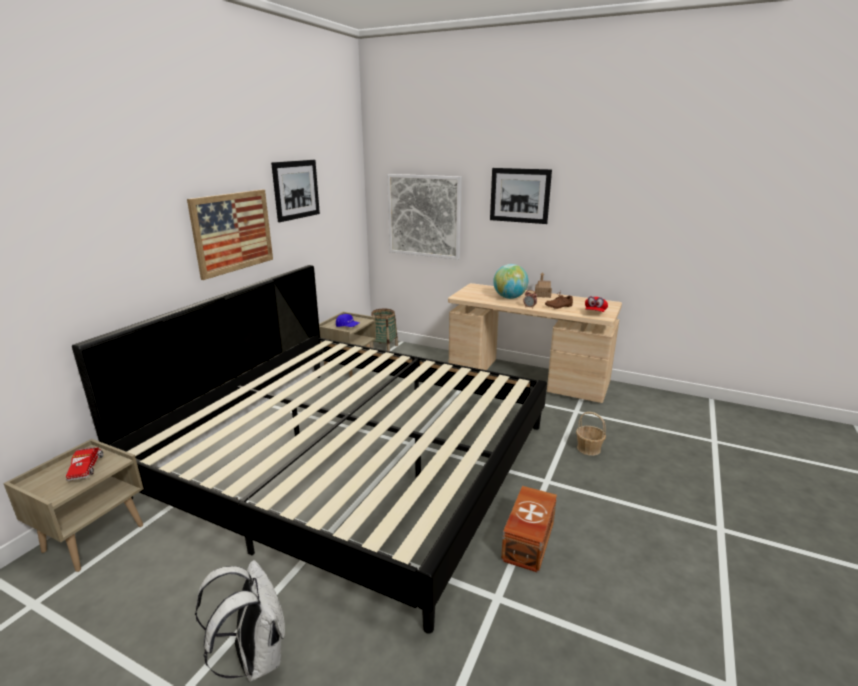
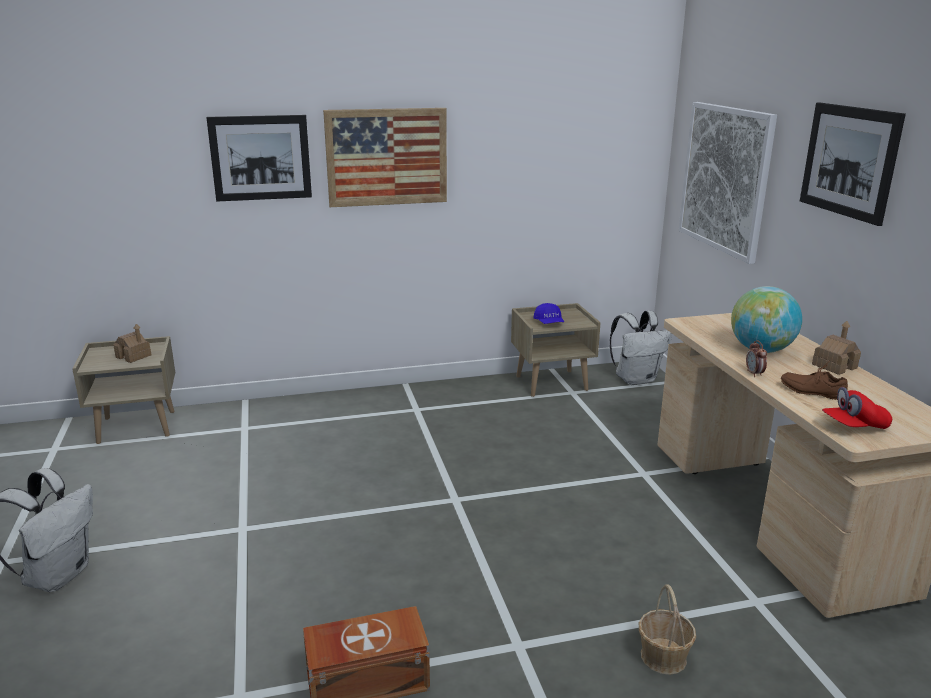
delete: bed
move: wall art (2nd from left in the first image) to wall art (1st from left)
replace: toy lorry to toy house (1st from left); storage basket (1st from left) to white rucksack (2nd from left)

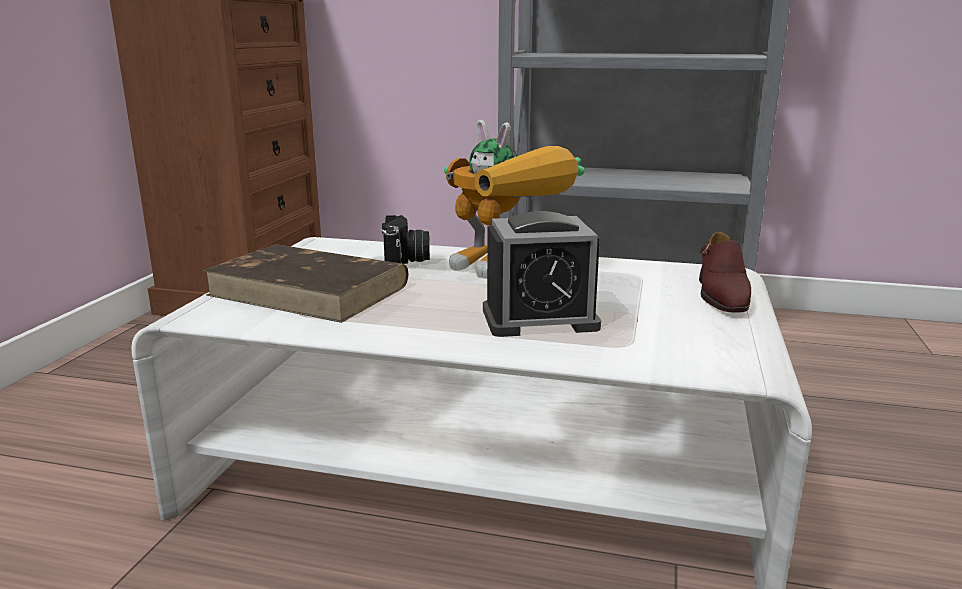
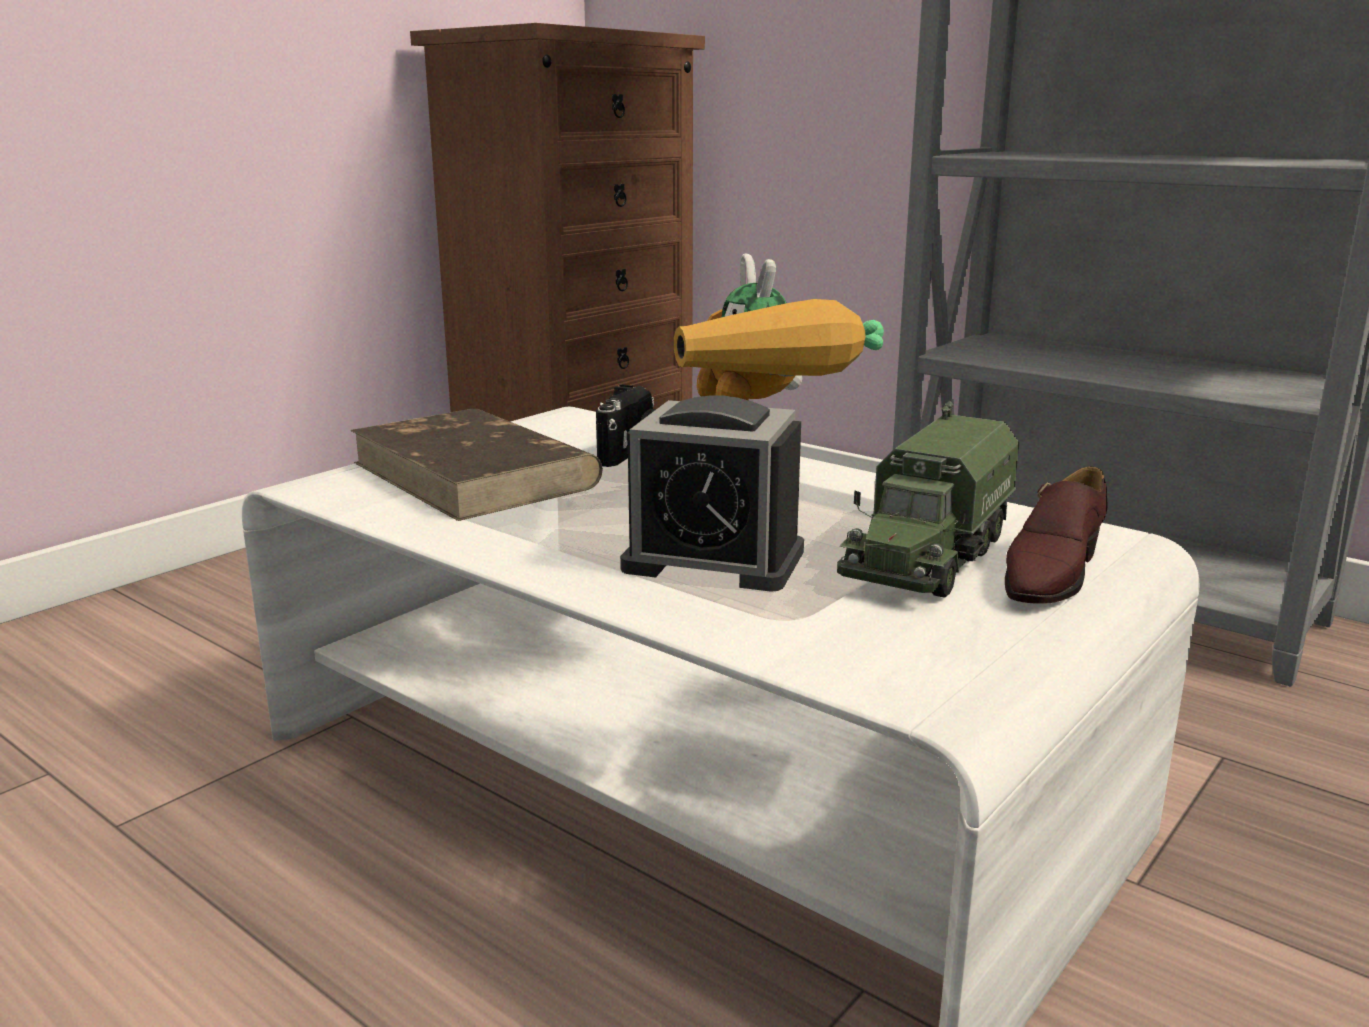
insert: toy lorry

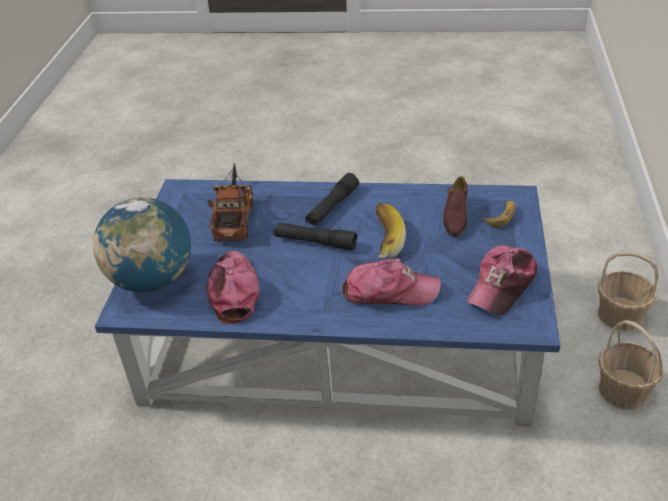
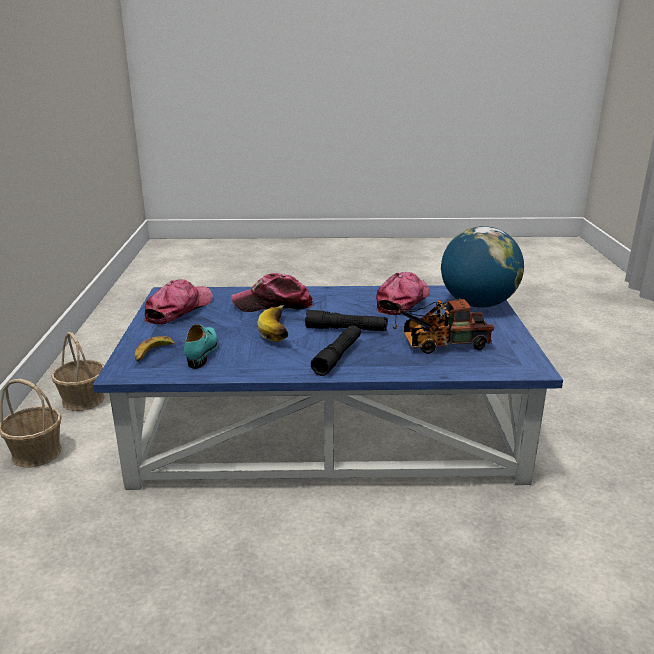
recolor: brownish shoe to turquoise-coloured shoe
rotate: peaked cap (1st from left in the first image) 135 degrees counterclockwise; toy lorry 90 degrees clockwise

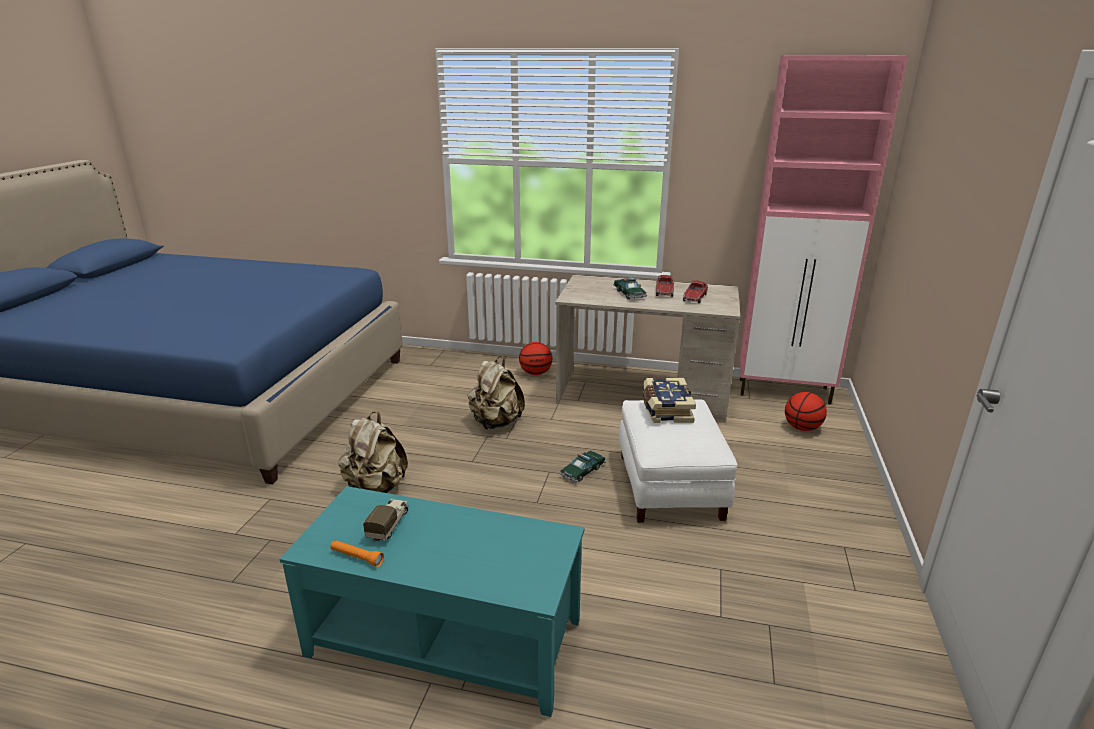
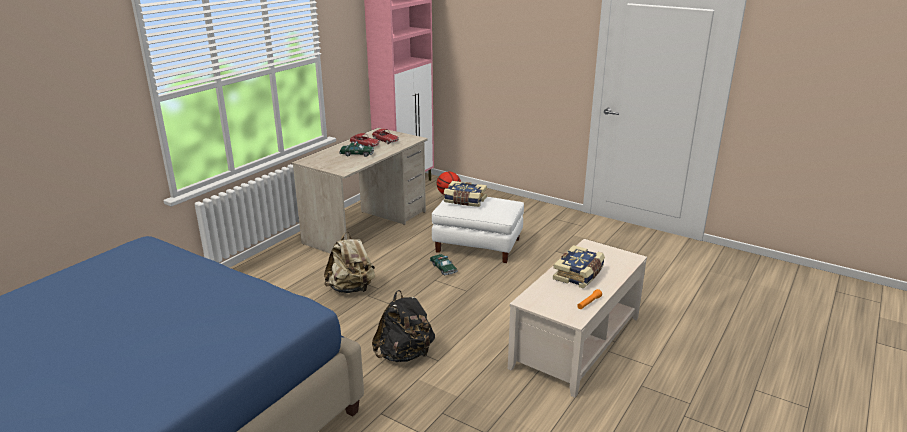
delete: toy lorry; basketball (1st from left)
insert: volume (2nd from left)
recolor: beige-coloured rucksack (1st from left) to black rucksack; turquoise-coloured low table to beige-coloured low table

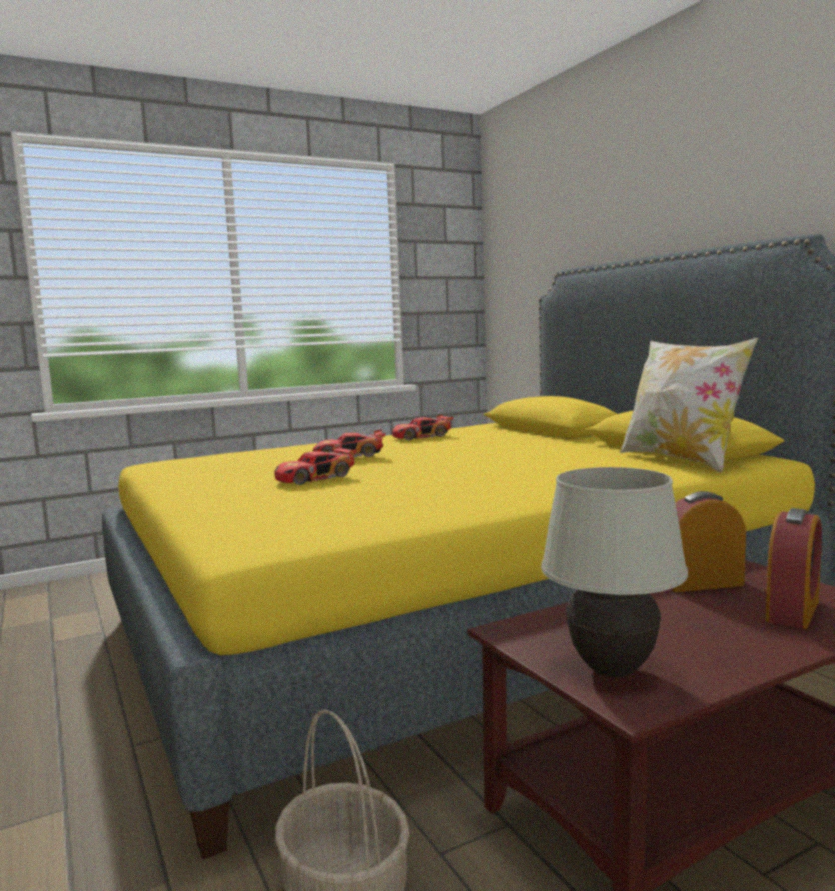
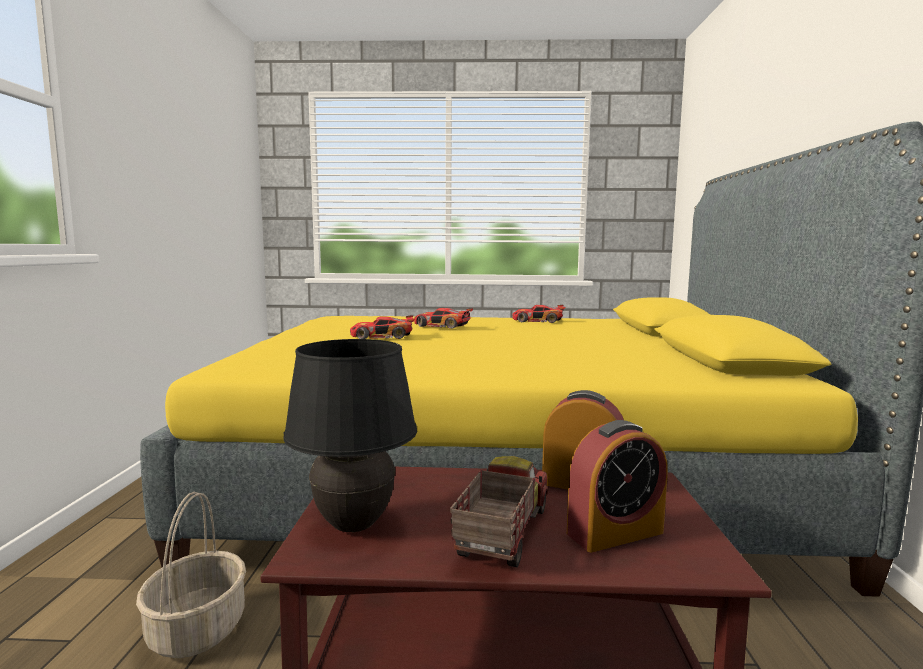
delete: throw pillow
insert: toy lorry
recolor: white table lamp to black table lamp

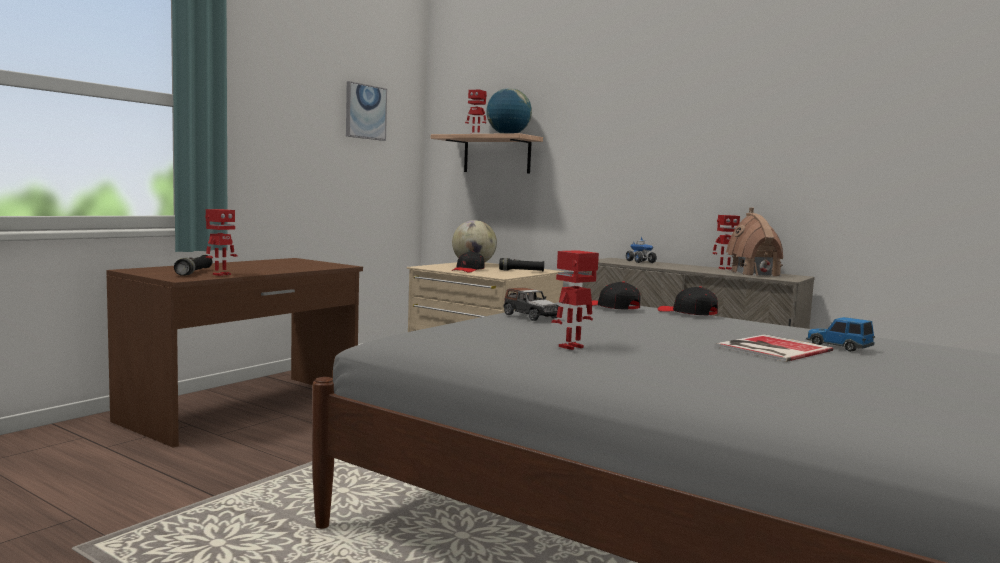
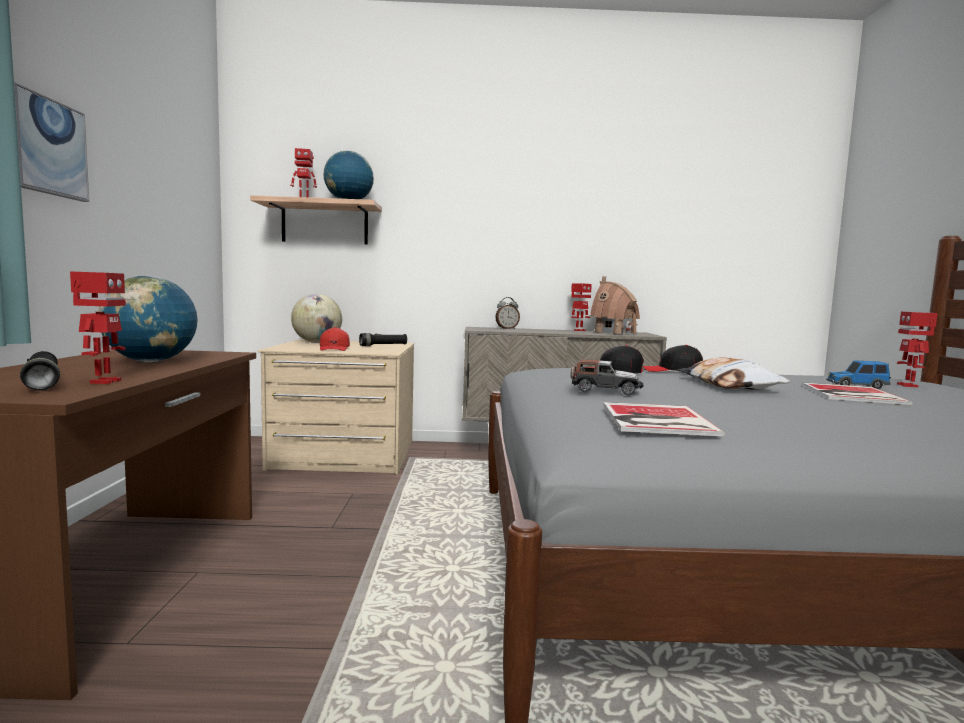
insert: world globe (1st from left); volume (1st from left); throw pillow
move: wall art; toy robot (3rd from left in the first image) to toy robot (4th from left)
replace: toy lorry to bedside clock
recolor: black peaked cap (1st from left) to red-coloured peaked cap

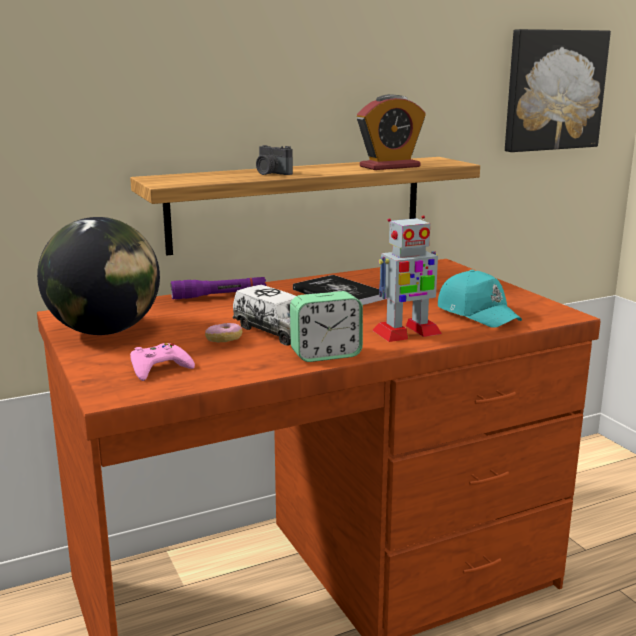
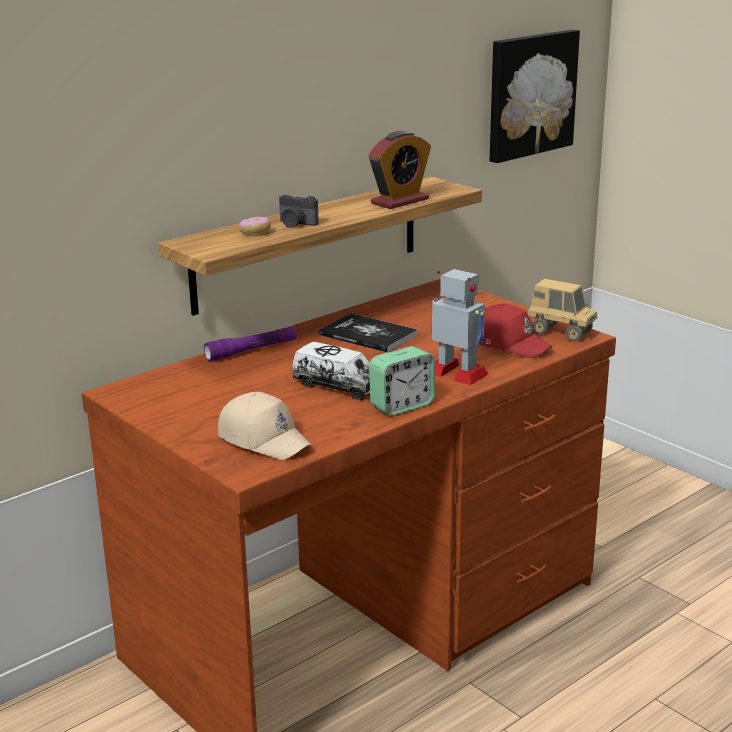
delete: world globe
insert: toy lorry (2nd from left)
move: ring doughnut
replace: pink gamepad to beige-coloured peaked cap
recolor: turquoise-coloured peaked cap to red-coloured peaked cap
rotate: toy robot 105 degrees counterclockwise

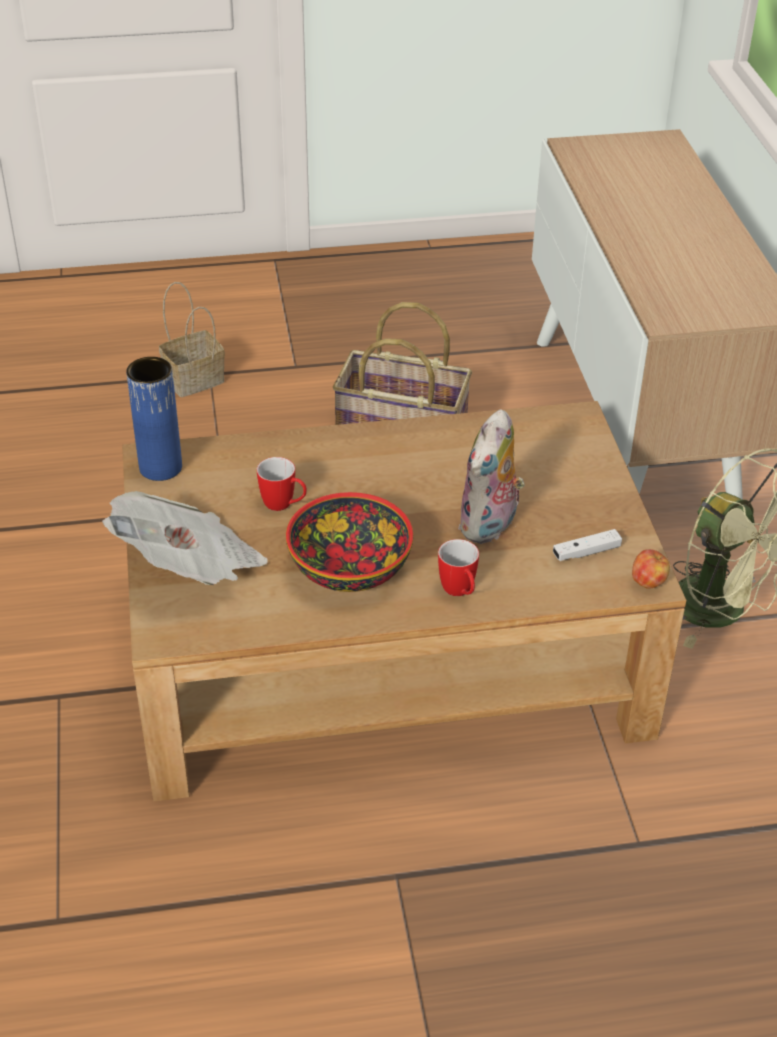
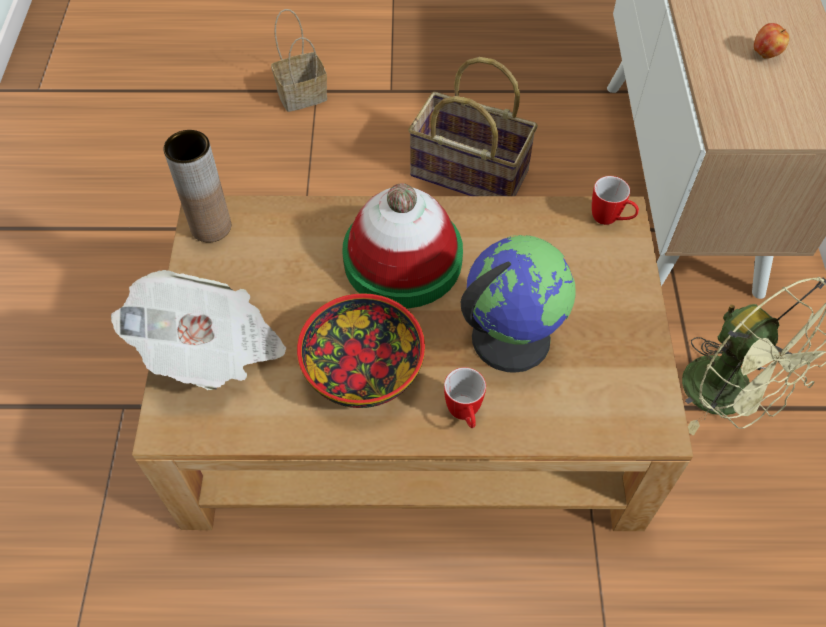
delete: white gamepad
insert: hat
move: mug (1st from left in the first image) to mug (2nd from left); apple fruit
replace: cuddly toy to world globe
recolor: blue vase to brownish vase

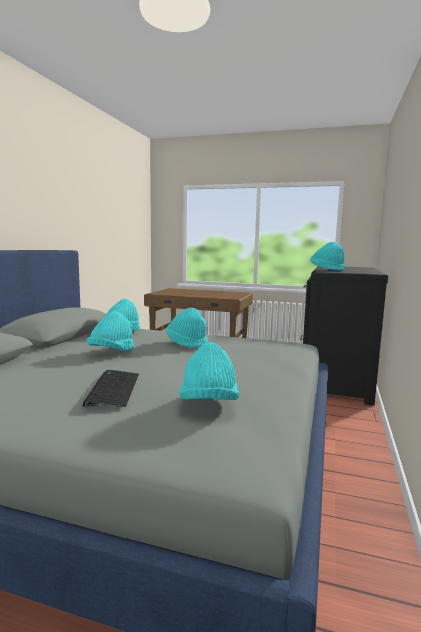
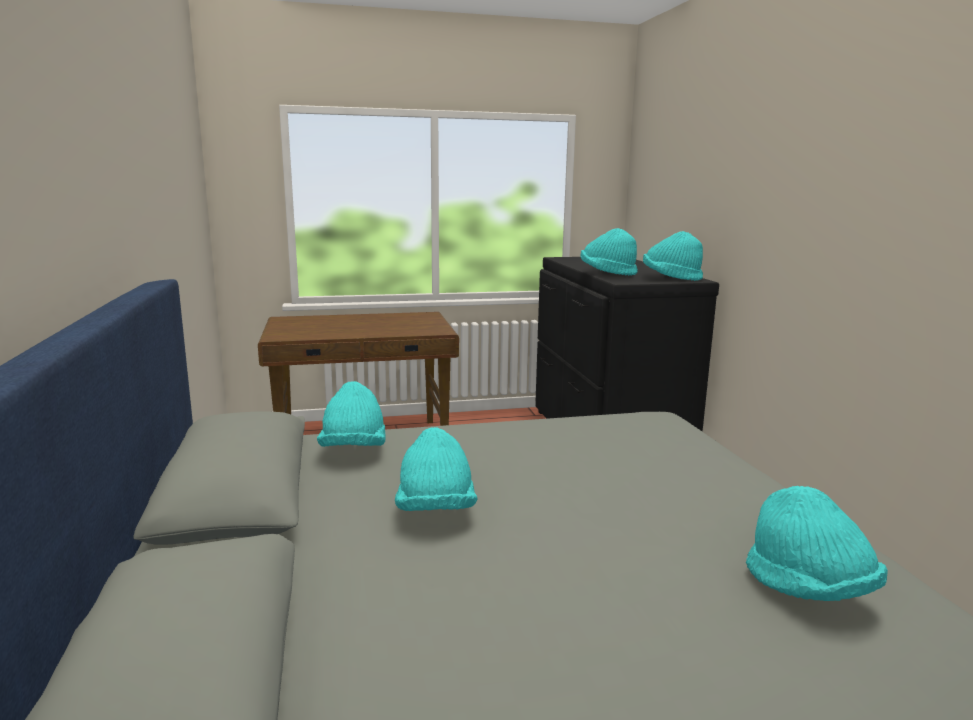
delete: computer keyboard
move: turquoise-coloured hat (3rd from left in the first image) to turquoise-coloured hat (4th from left)

